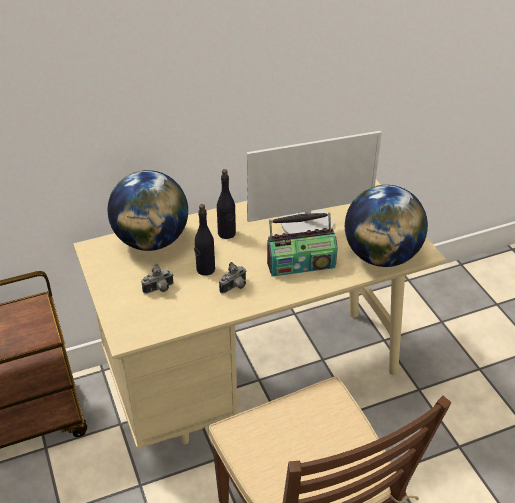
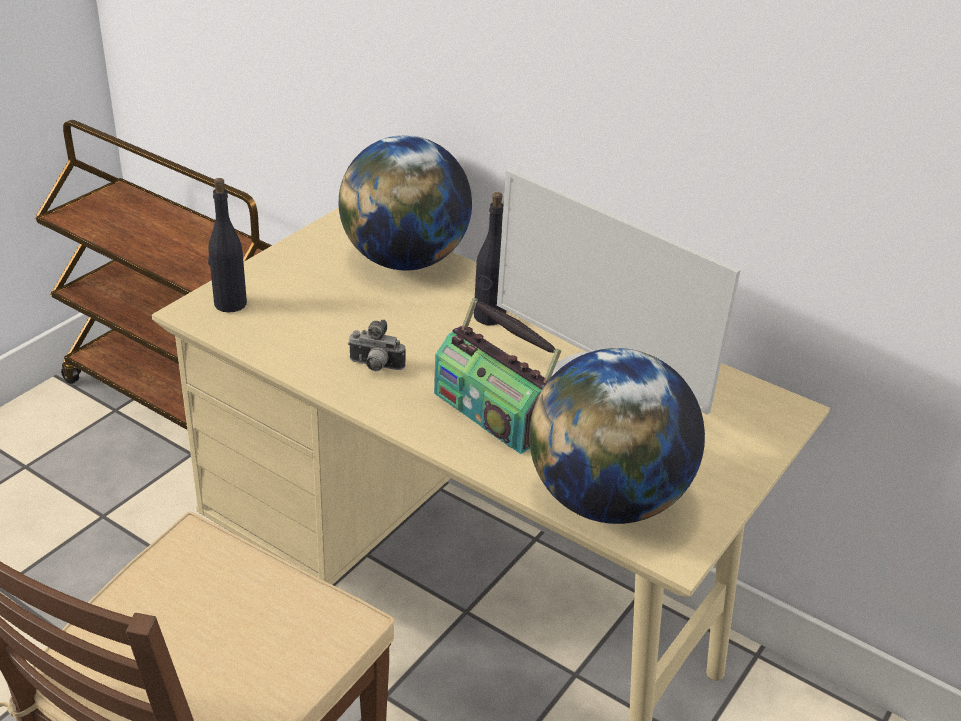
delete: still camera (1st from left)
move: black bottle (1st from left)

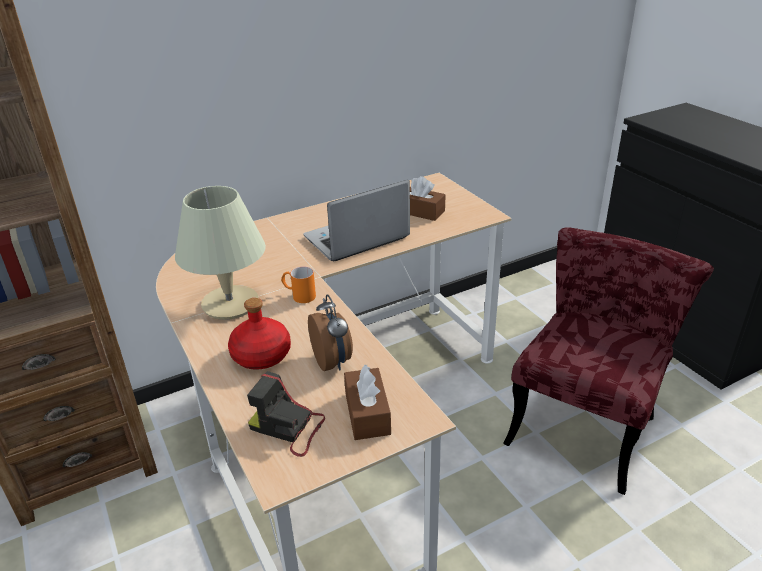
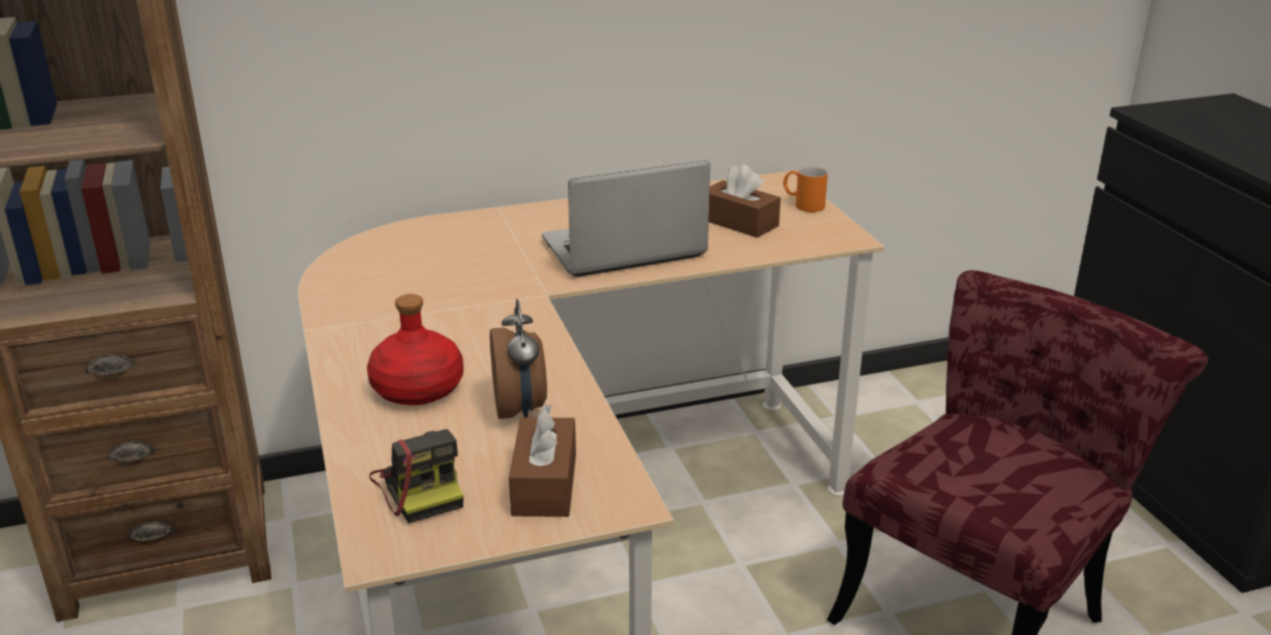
delete: beige-coloured table lamp
move: orange mug
rotate: still camera 150 degrees counterclockwise

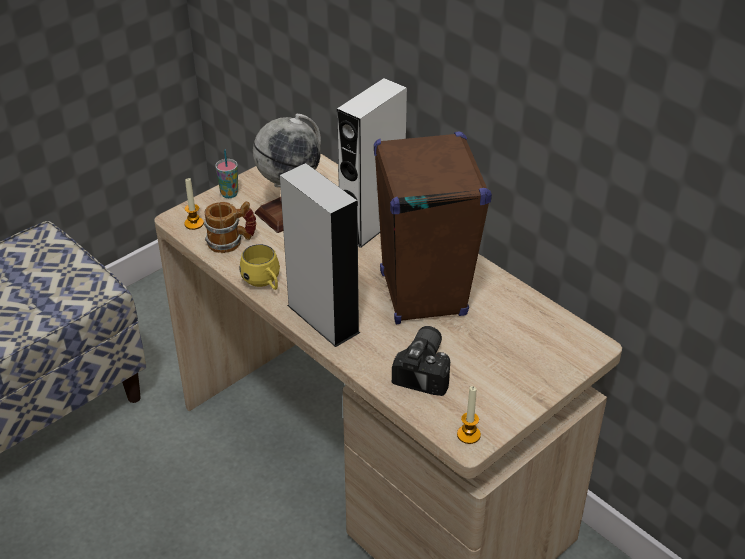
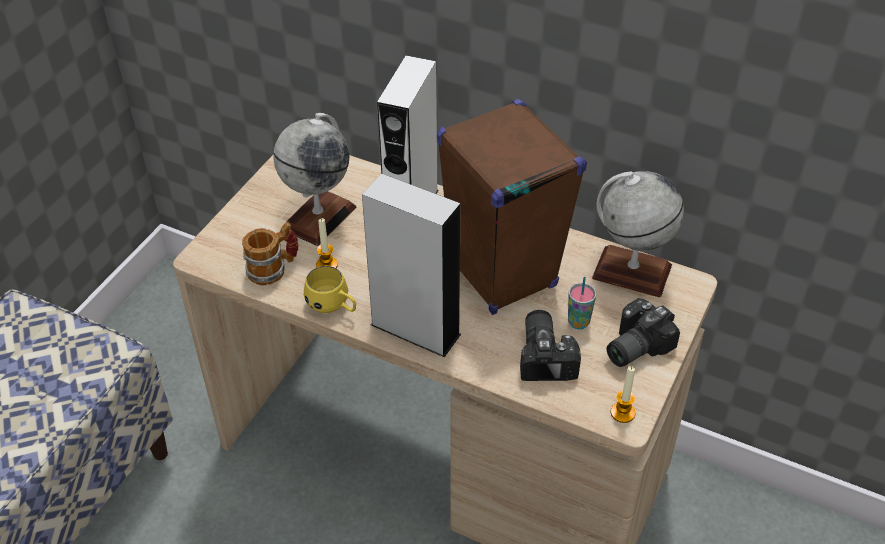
insert: world globe (2nd from left); still camera (2nd from left)
move: candle (1st from left); drinking cup

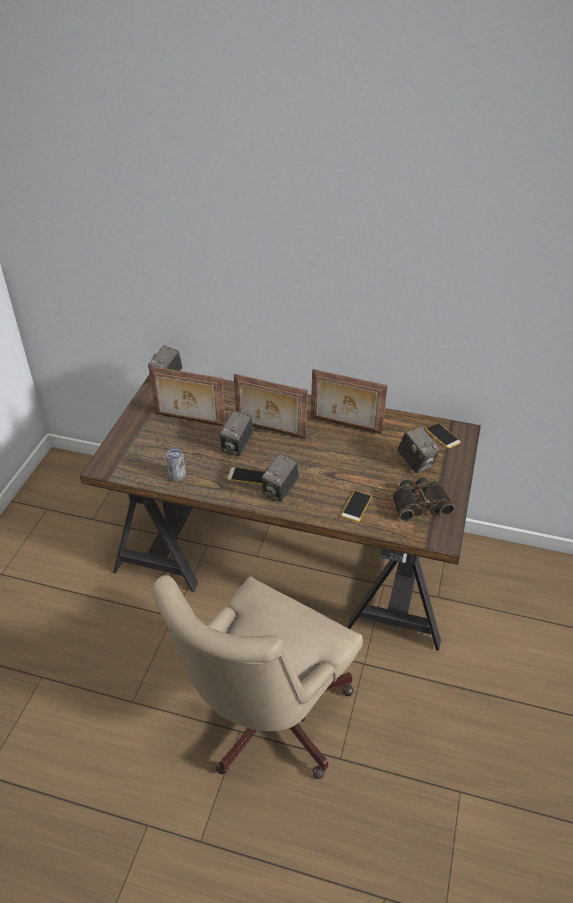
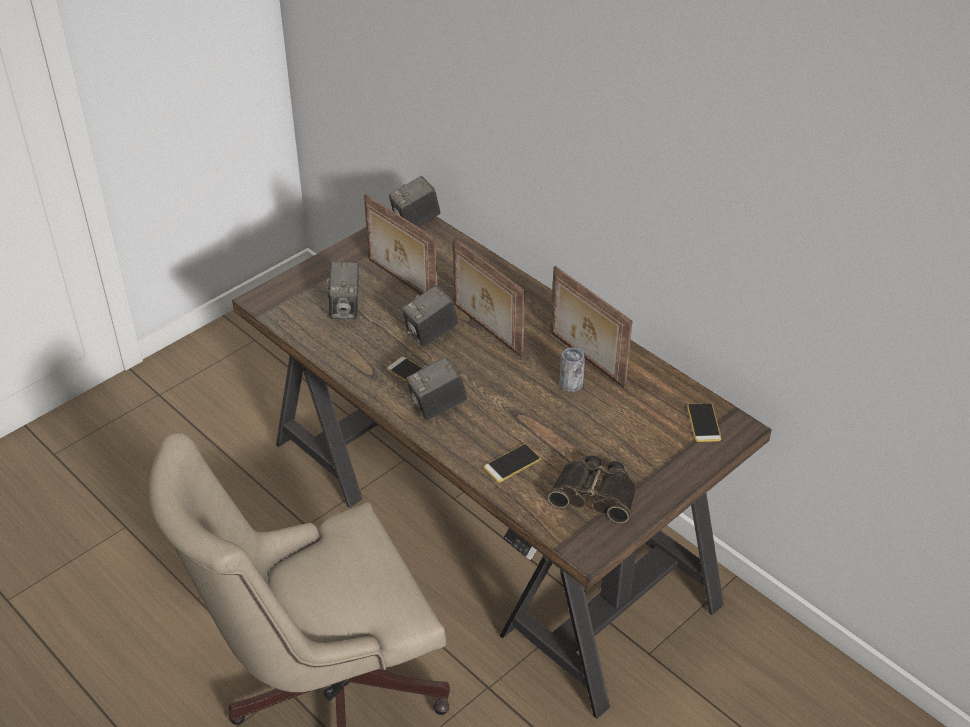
move: still camera (4th from left in the first image) to still camera (1st from left); sealed can

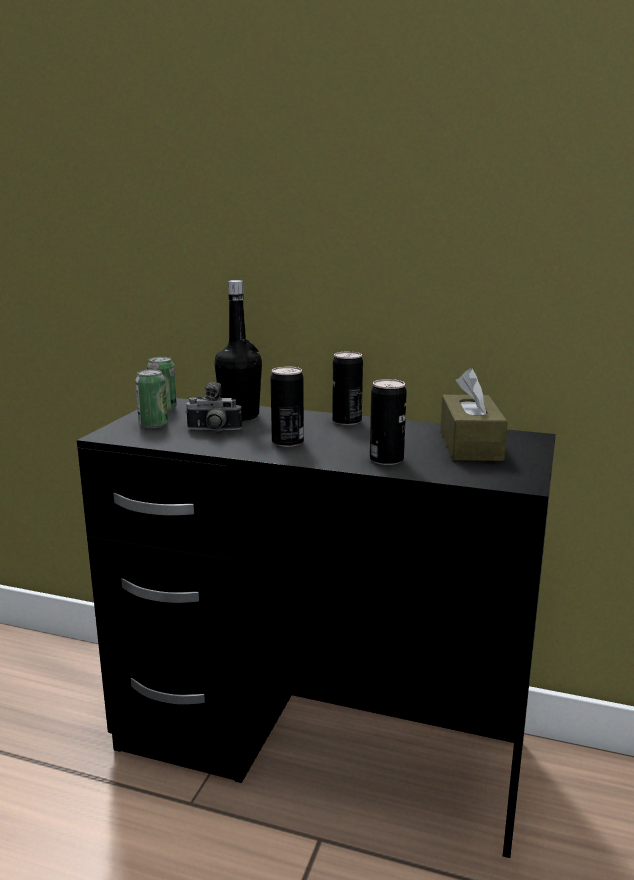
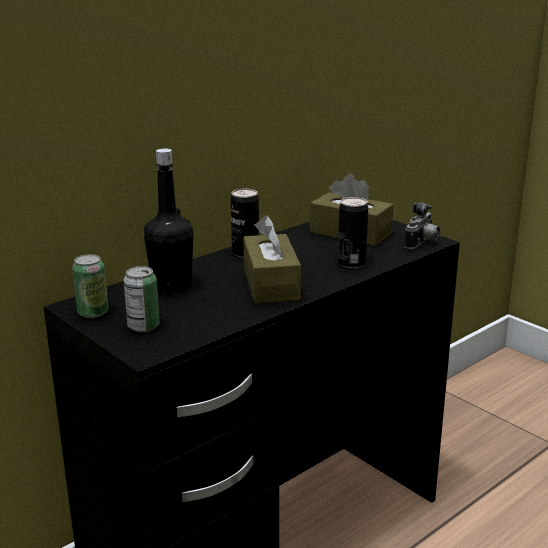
move: still camera
replace: sealed can (3rd from left) to brownish tissue box (1st from left)

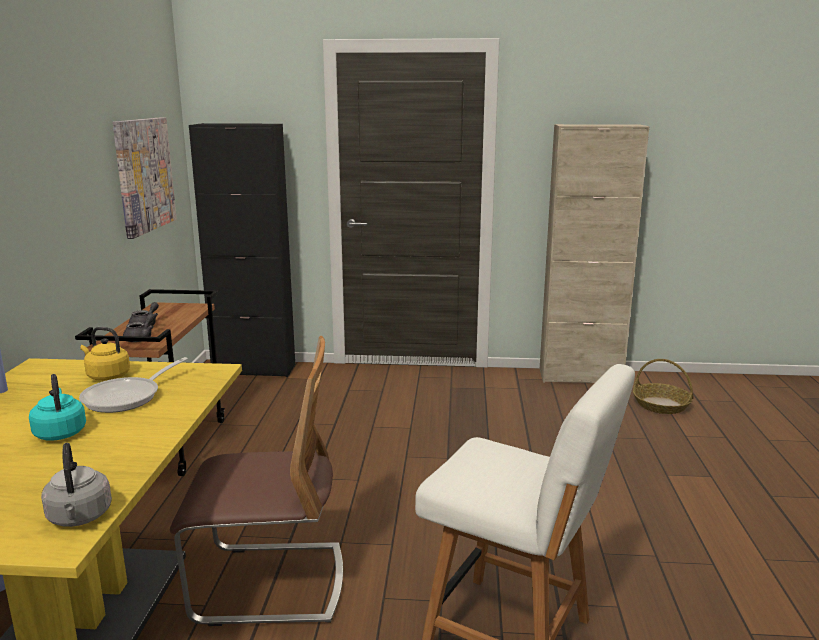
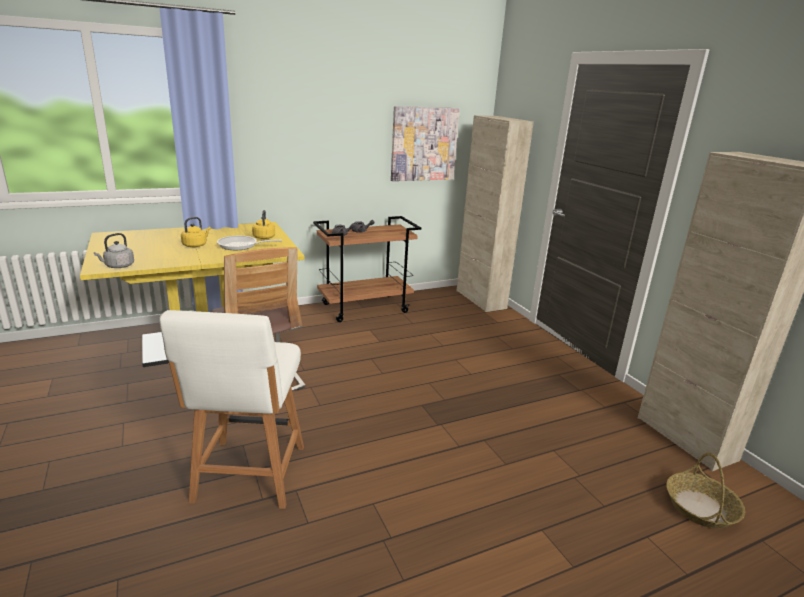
recolor: turquoise-coloured water kettle to yellowish water kettle (1st from left); black cabinet to beige-coloured cabinet (1st from left)

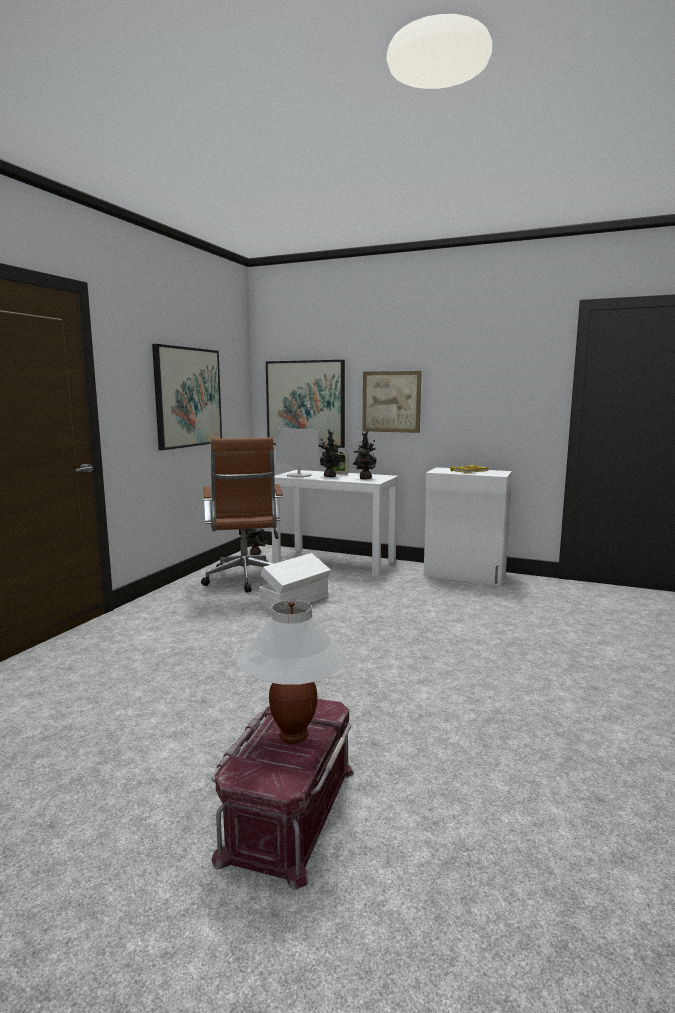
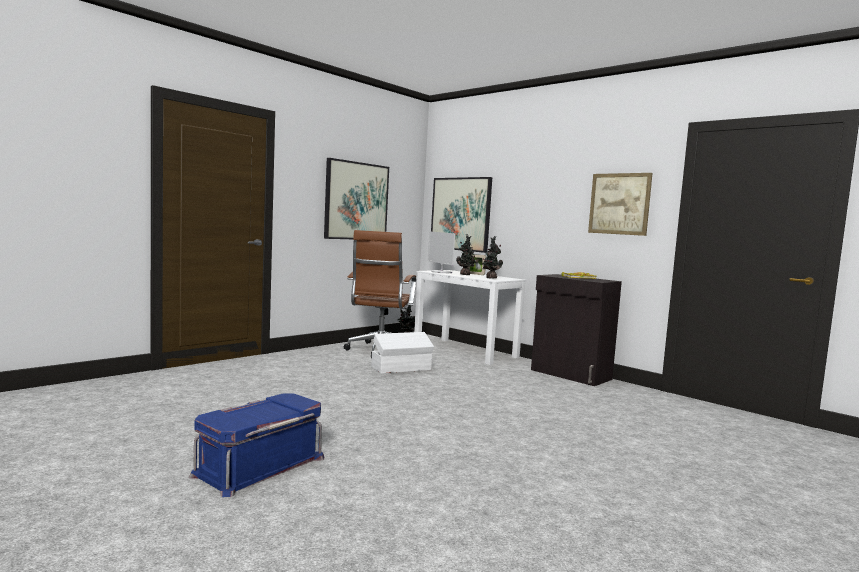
delete: white table lamp
move: wall art (3rd from left)
recolor: red-coloured storage box to blue storage box; white cabinet to black cabinet

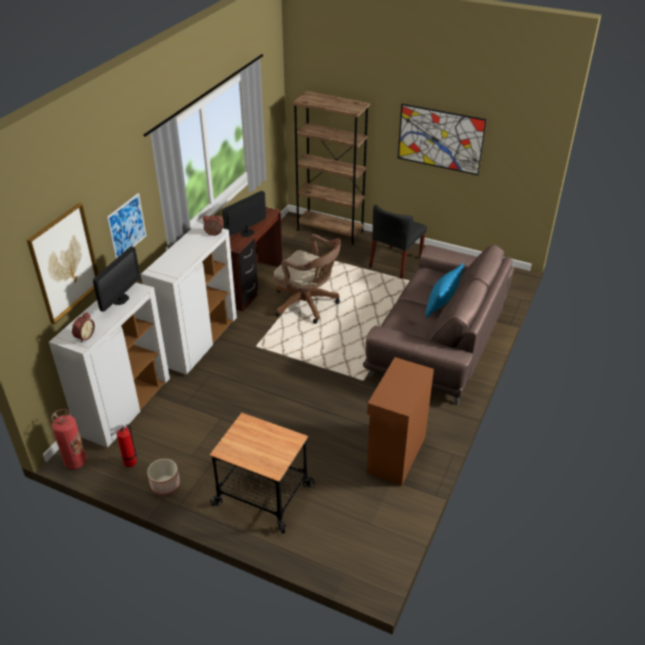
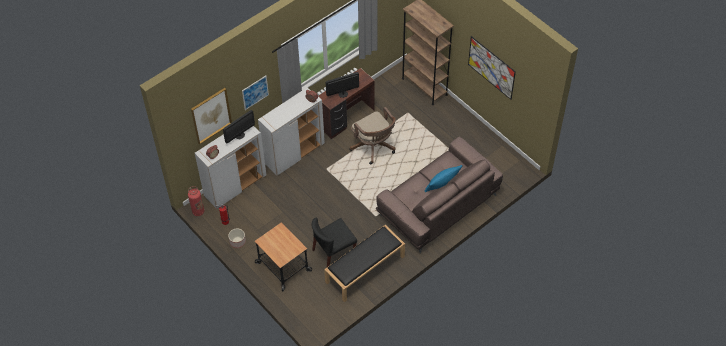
move: black upright chair
replace: brownish cabinet to black indoor bench

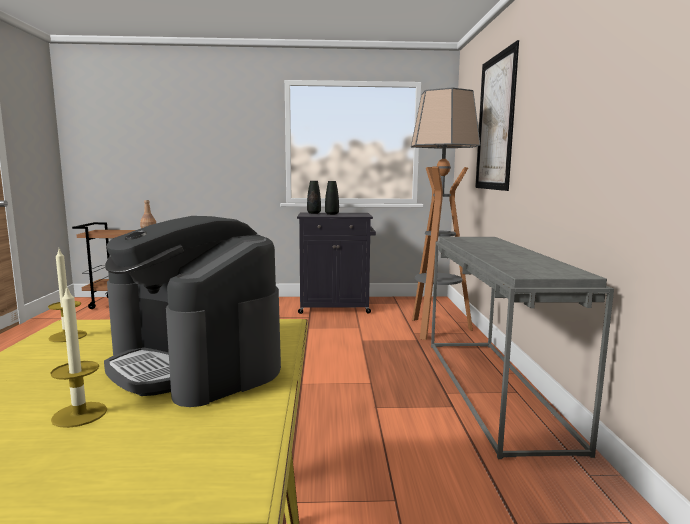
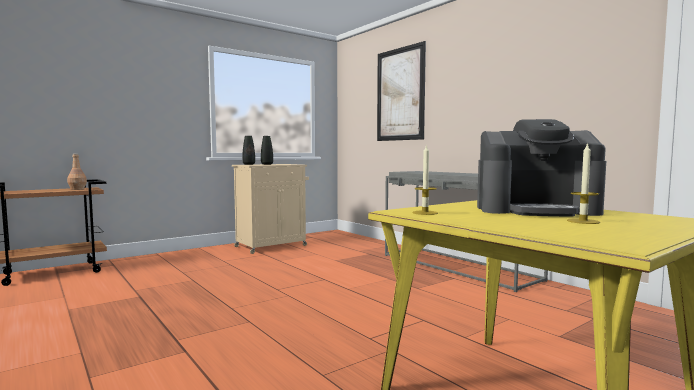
delete: standard lamp
recolor: black cabinet to beige-coloured cabinet

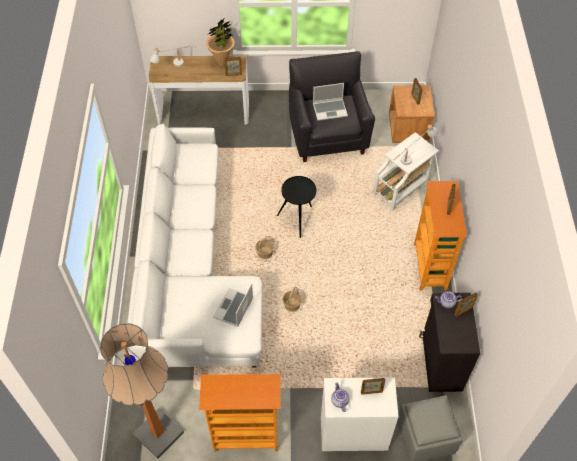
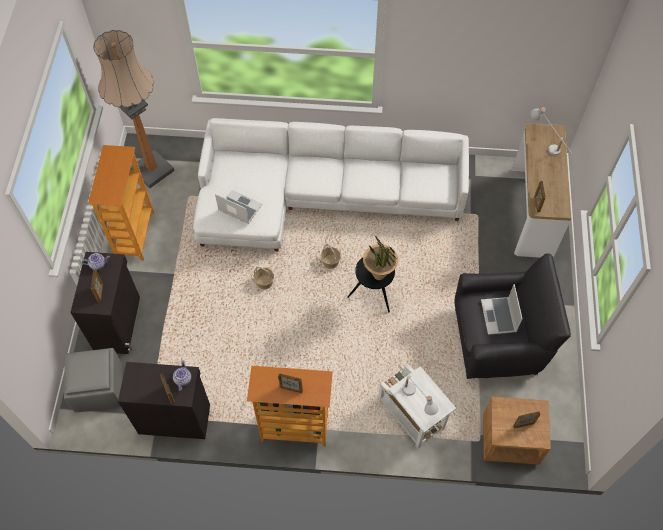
move: potted plant
recolor: white cabinet to black cabinet (1st from left)

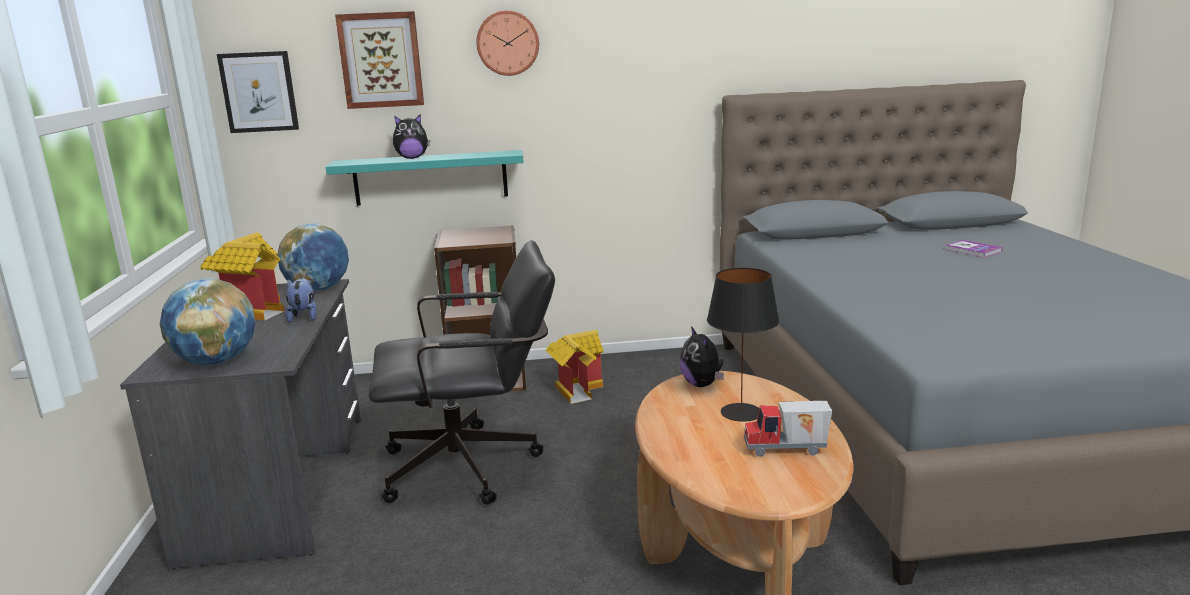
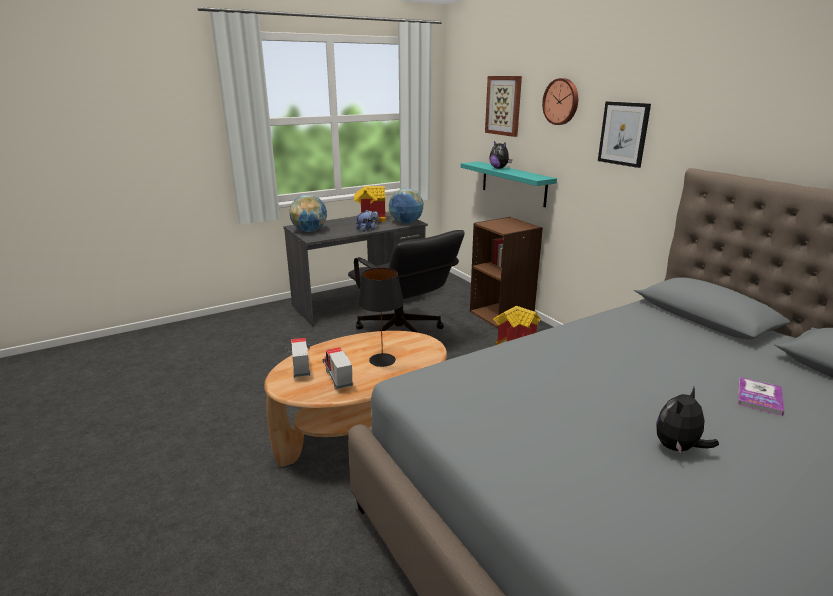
insert: toy lorry (1st from left)
move: wall art (1st from left in the first image) to wall art (2nd from left); cuddly toy (3rd from left)

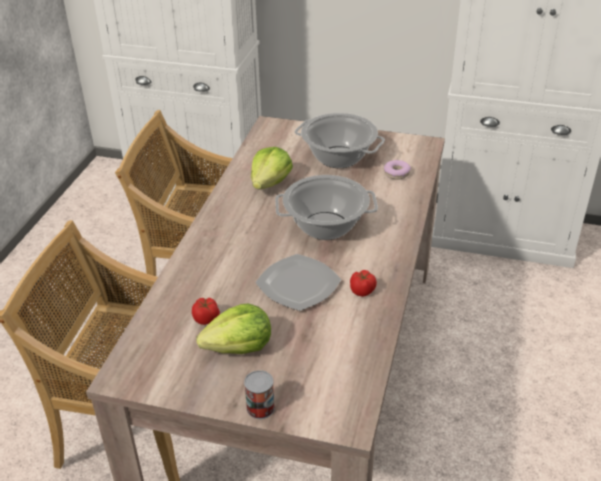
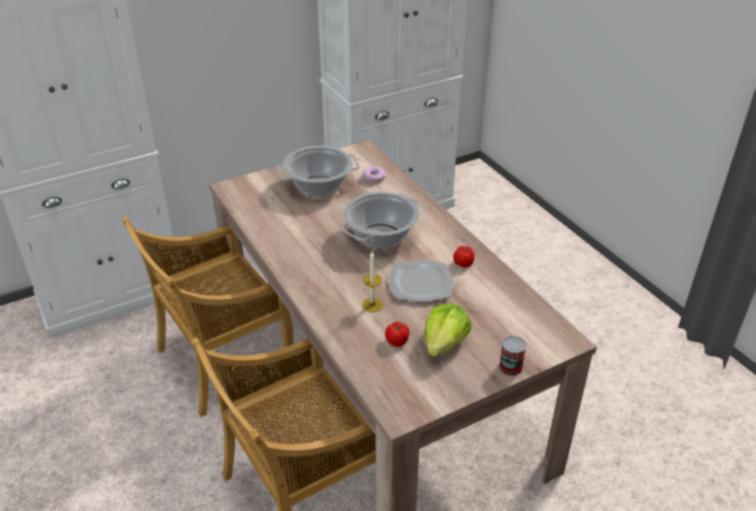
delete: lettuce head (2nd from left)
insert: candle

